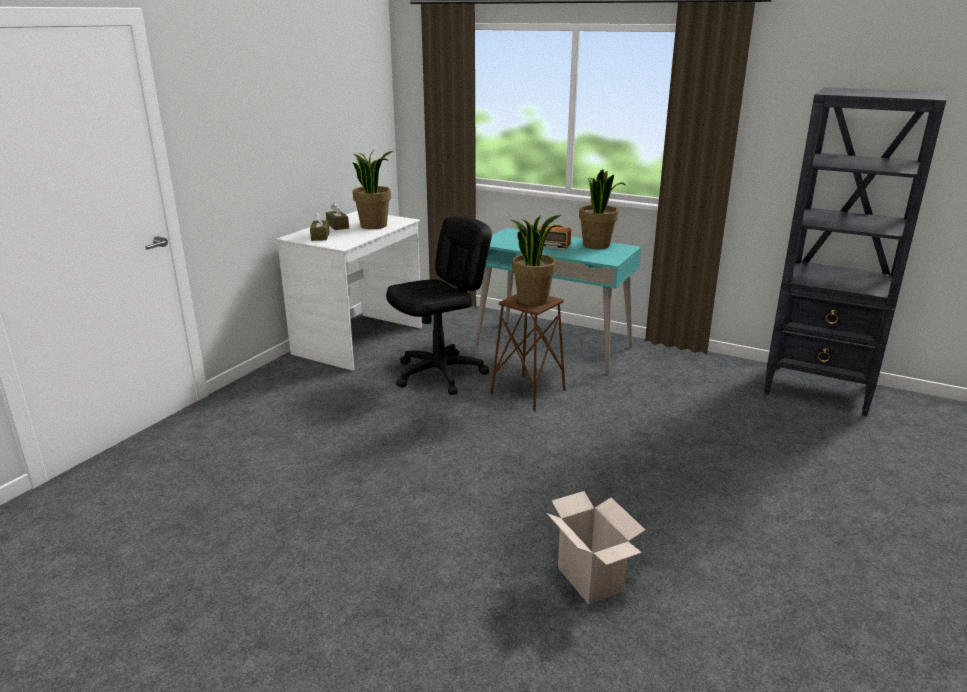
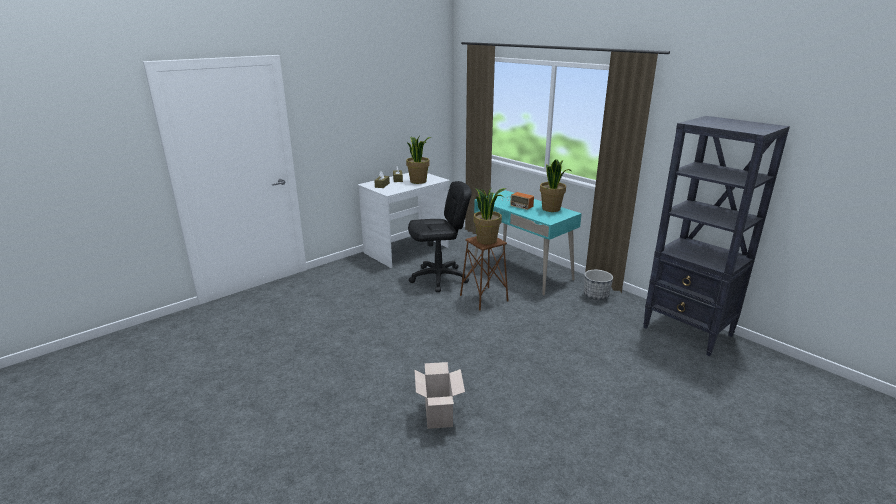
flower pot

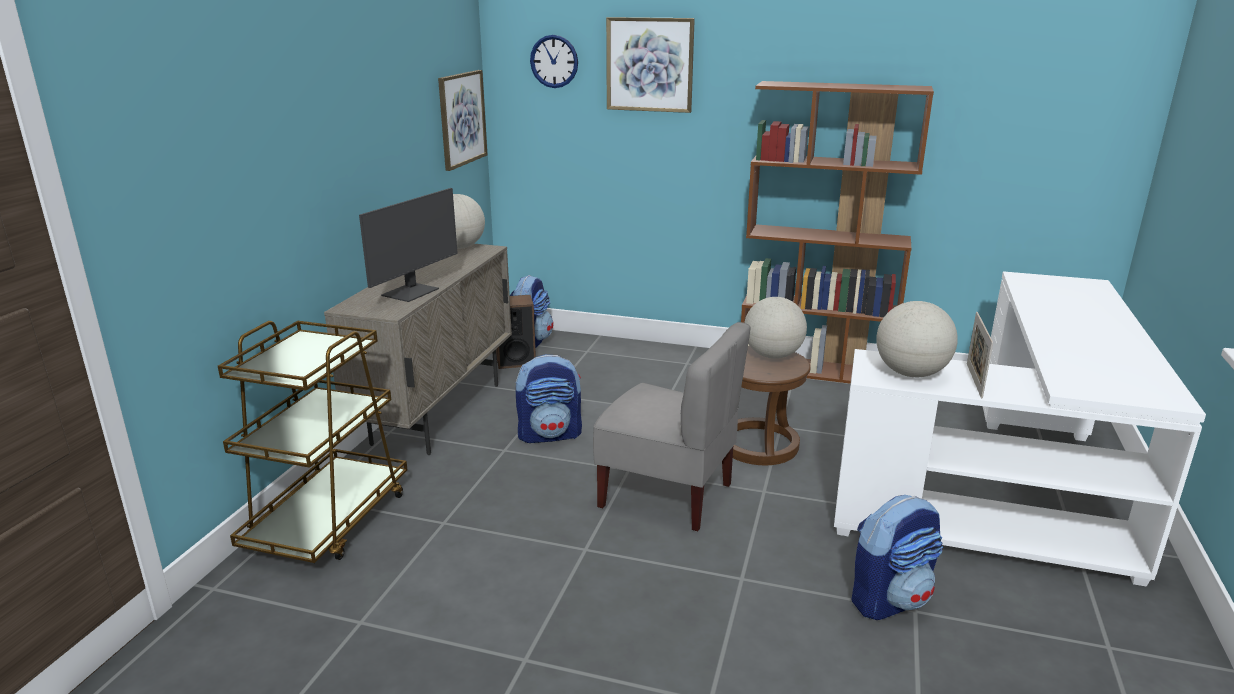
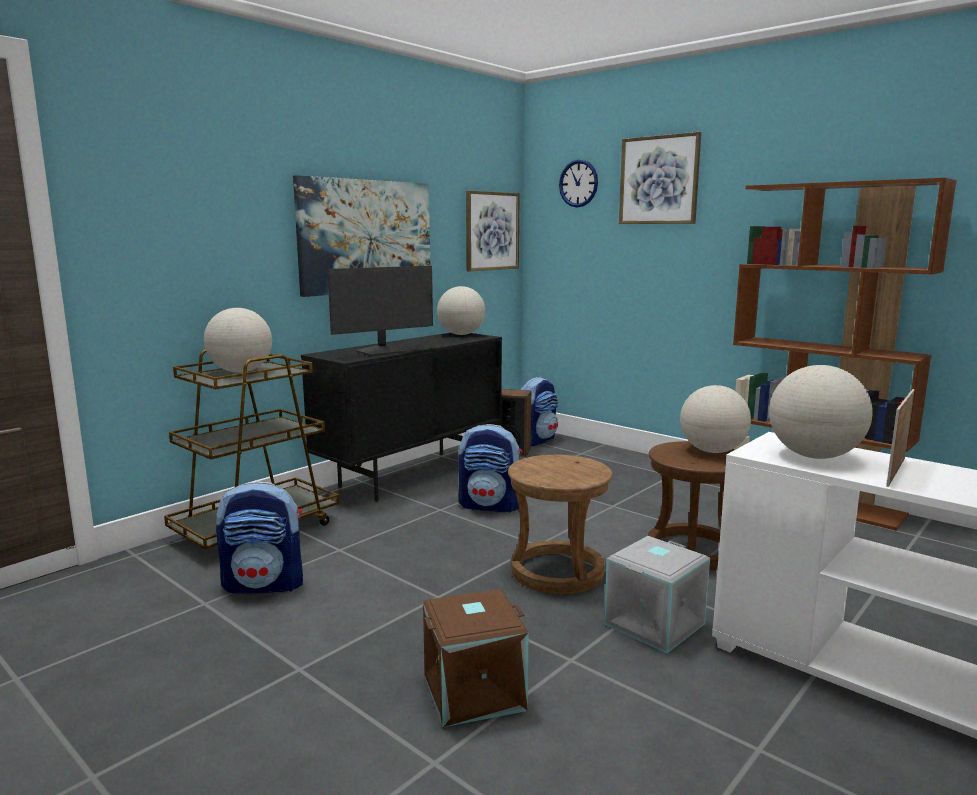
black-coloured cabinet
brownish sitting stool (no. 1 from left)
backpack (no. 1 from left)
globe (no. 1 from left)
wall art (no. 1 from left)
brownish storage container
gray storage container

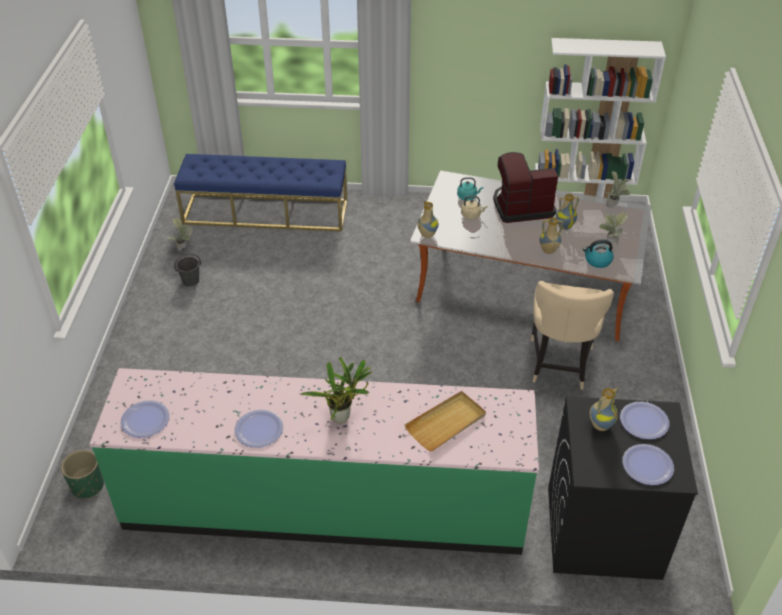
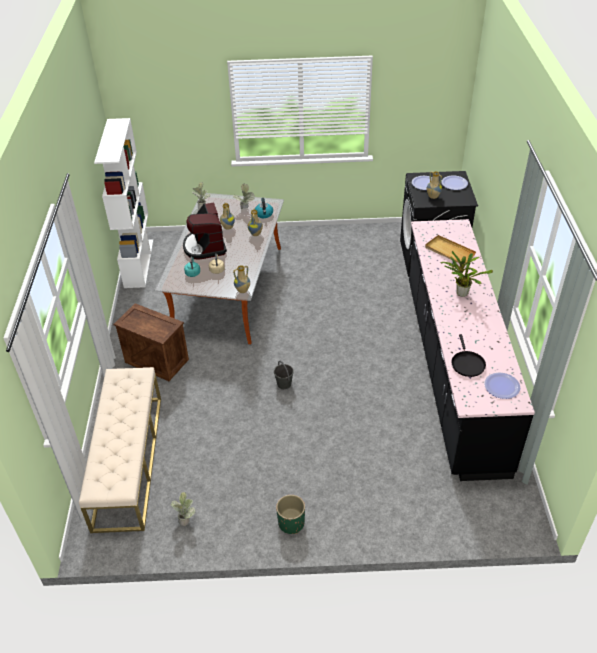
green-coloured flower pot
black-coloured counter
sand-coloured indoor bench
gray water bucket
plate (no. 2 from left in the first image)
sand-coloured chair
crate
black-coloured frying pan

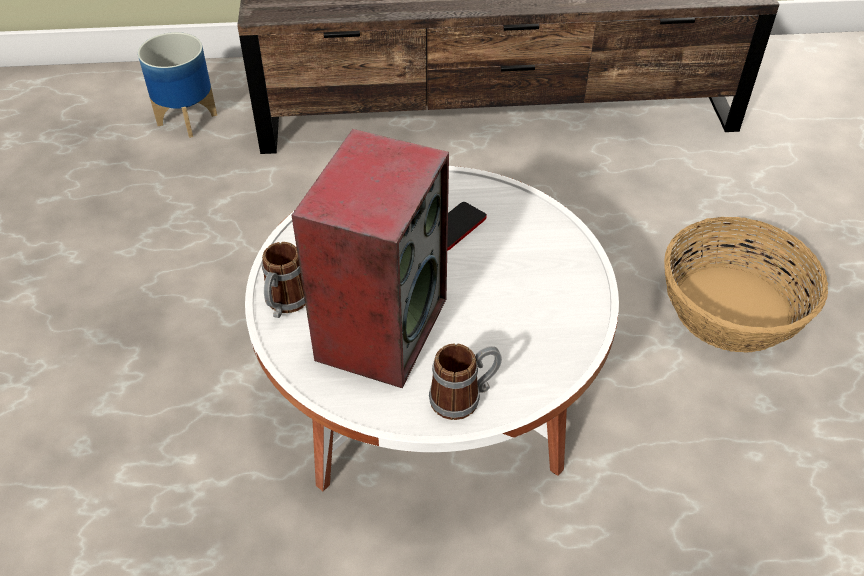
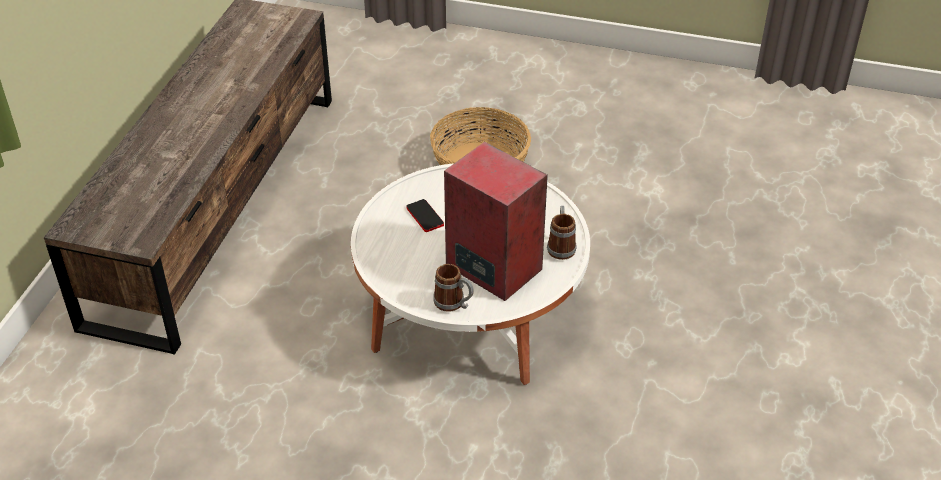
flower pot

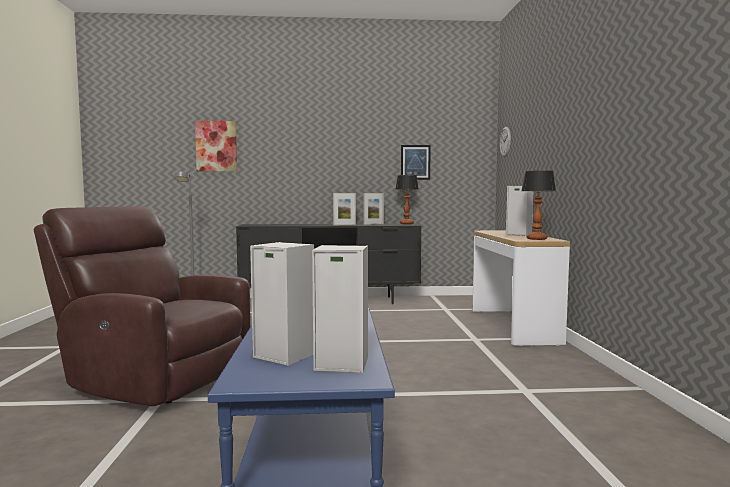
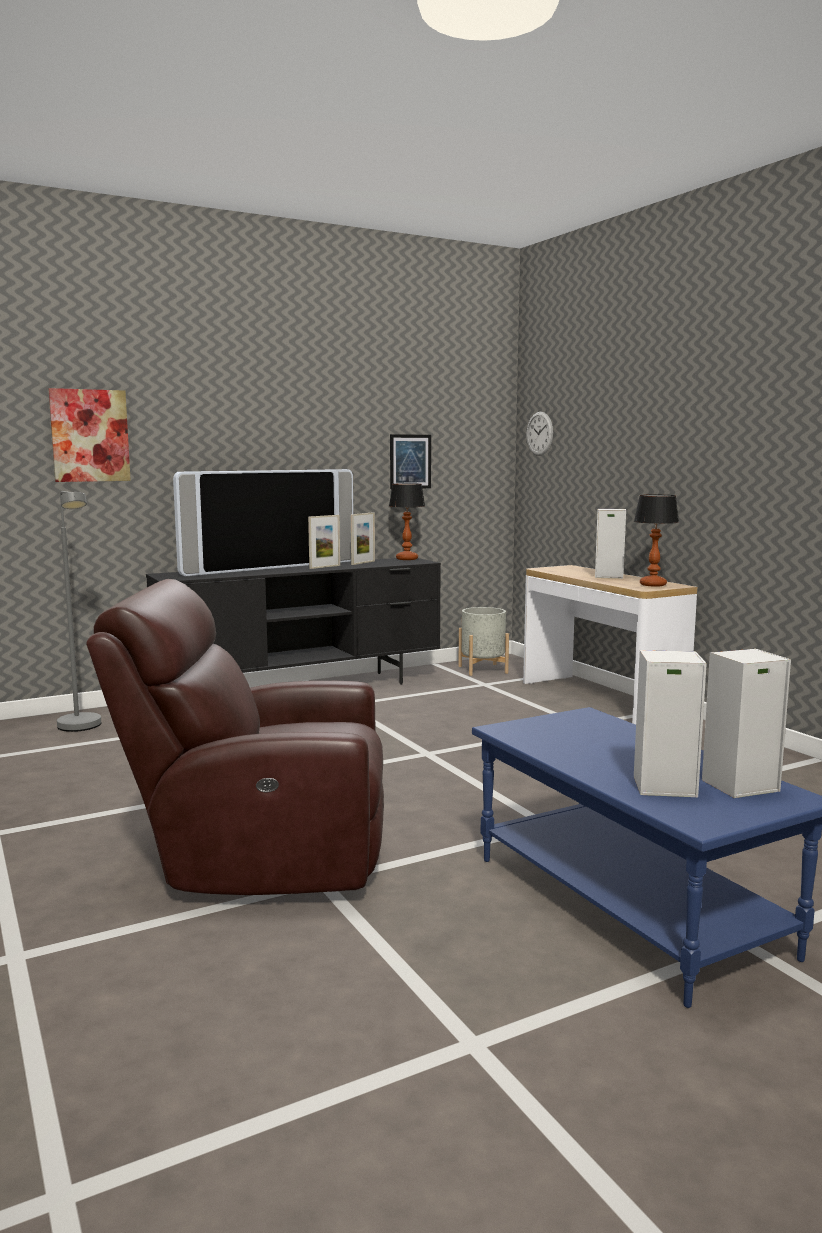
TV
gray flower pot

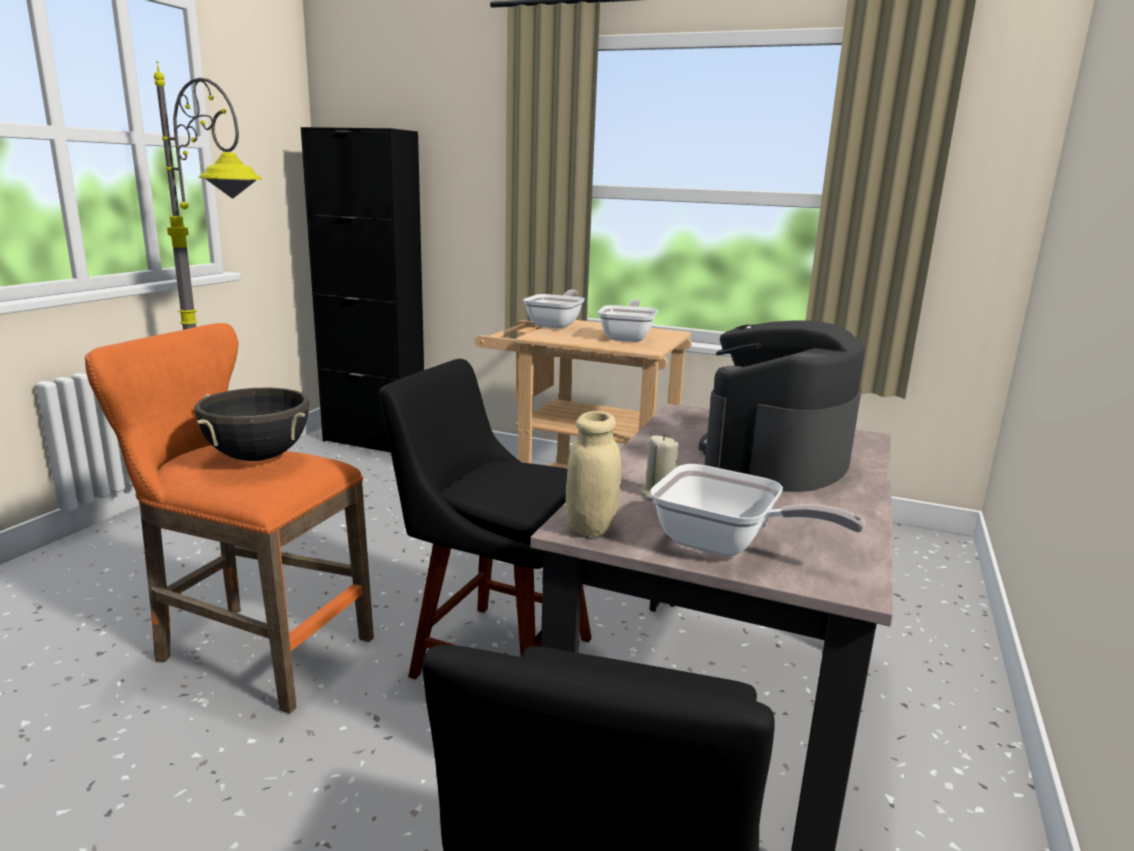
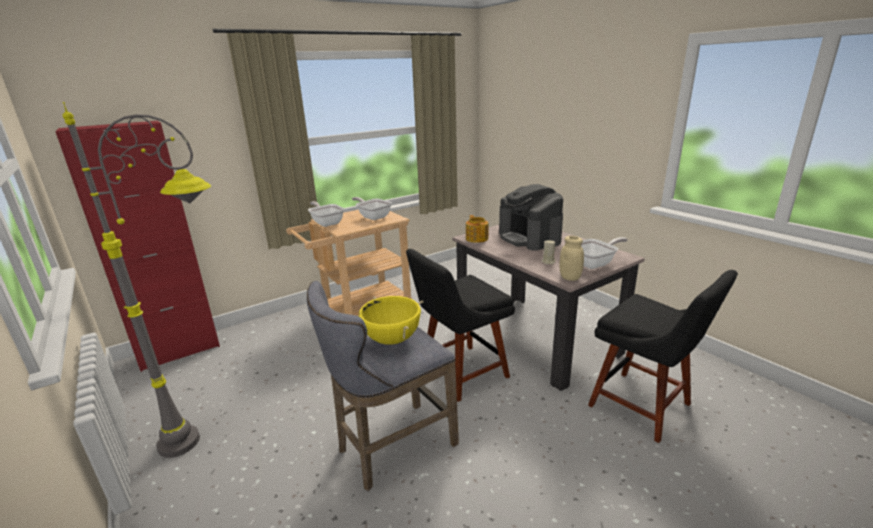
gray sitting stool
yellow stockpot
red-coloured cabinet
pot for tea

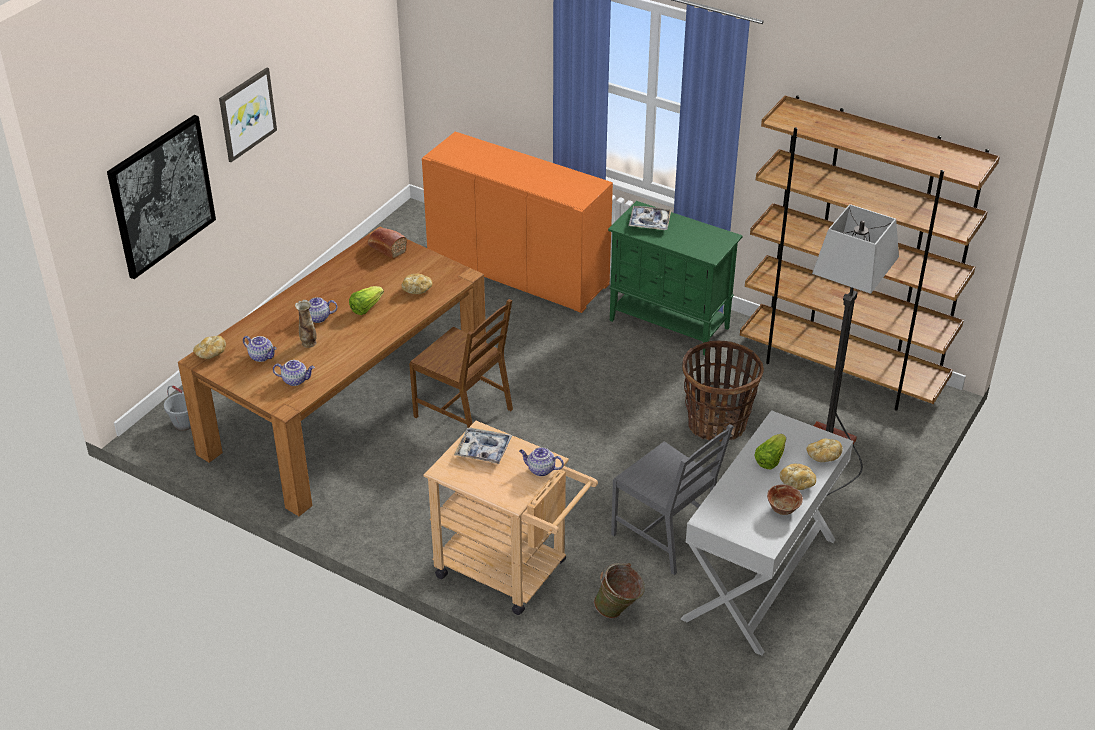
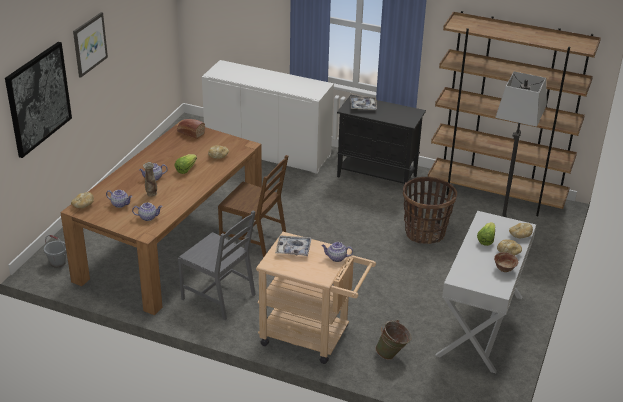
white cabinet
black-coloured cabinet
gray chair

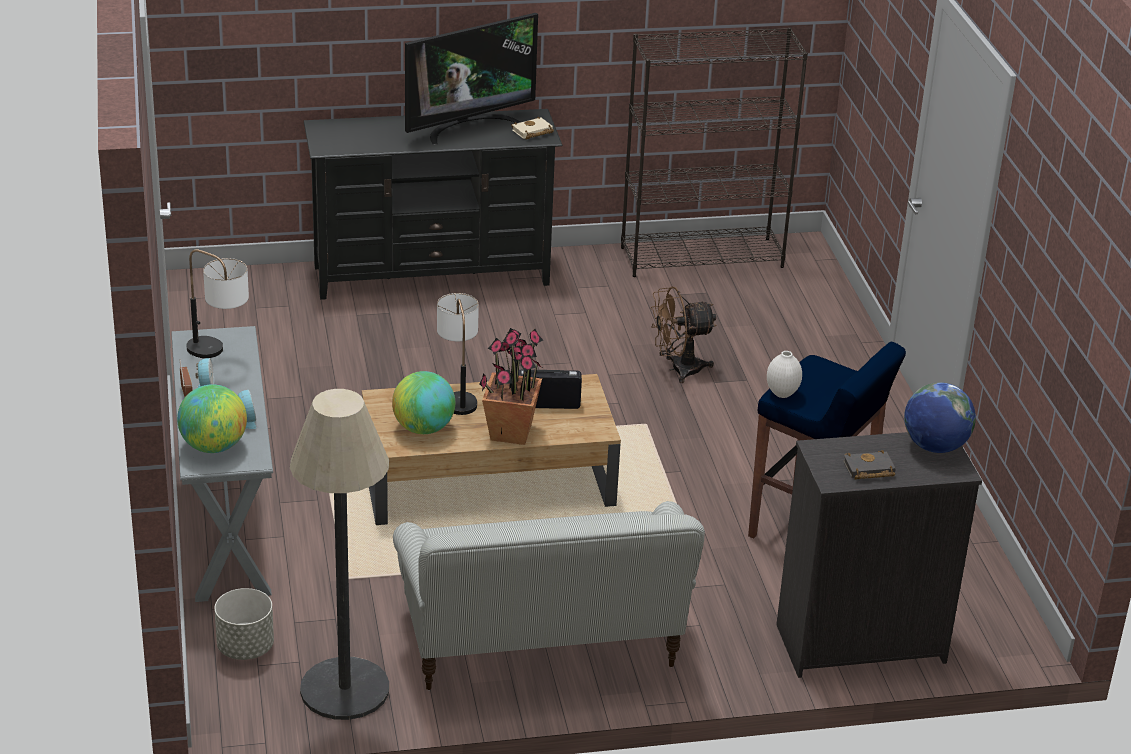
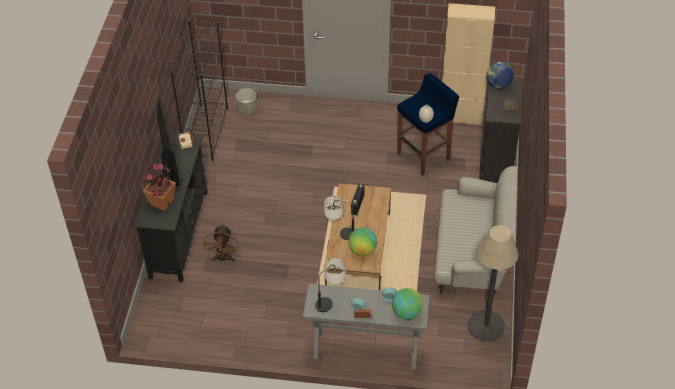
gray flower pot
houseplant
brownish cooling fan
sand-coloured cabinet

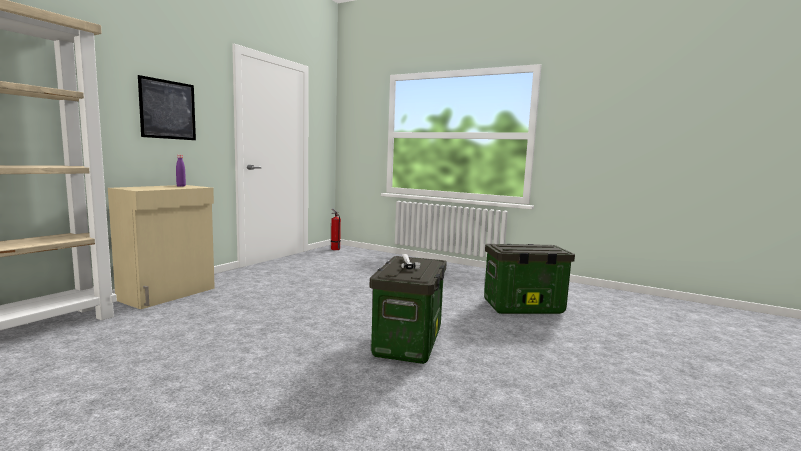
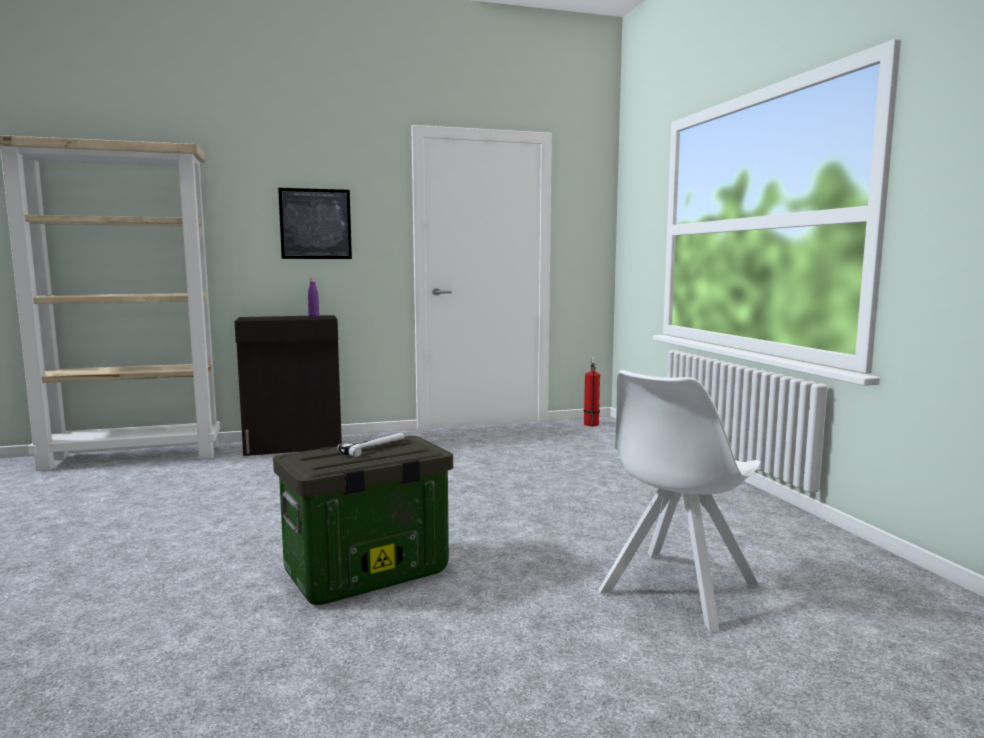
black-coloured cabinet
white chair

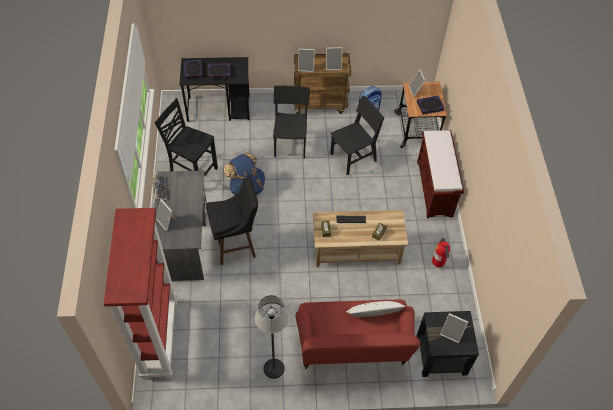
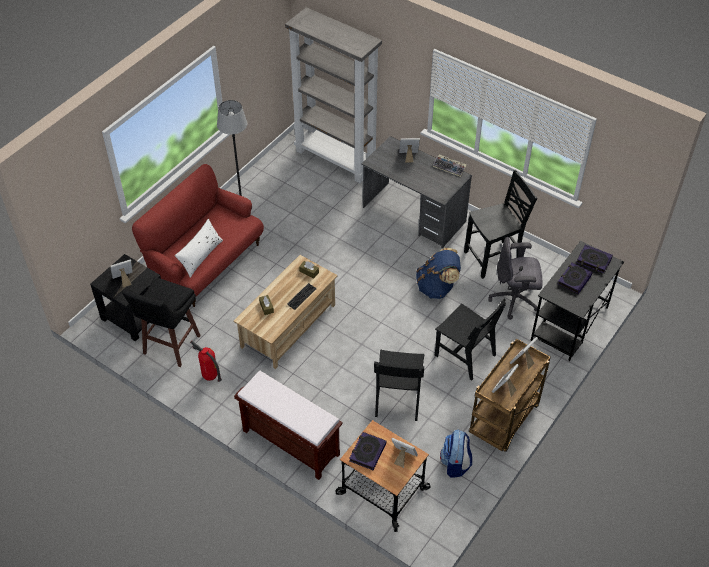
gray bookshelf
black-coloured sitting stool
gray computer chair

